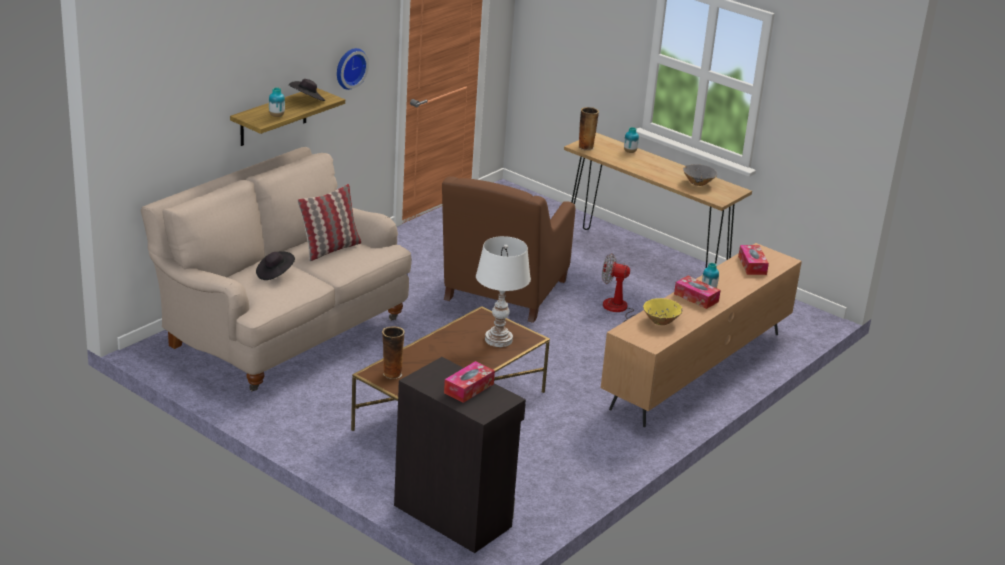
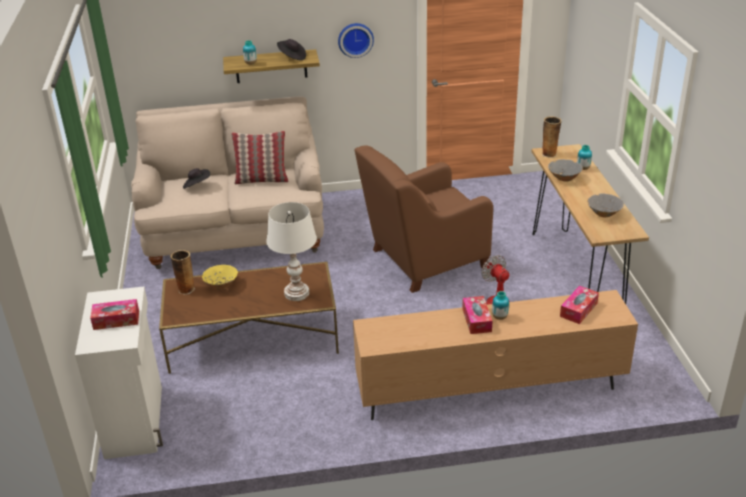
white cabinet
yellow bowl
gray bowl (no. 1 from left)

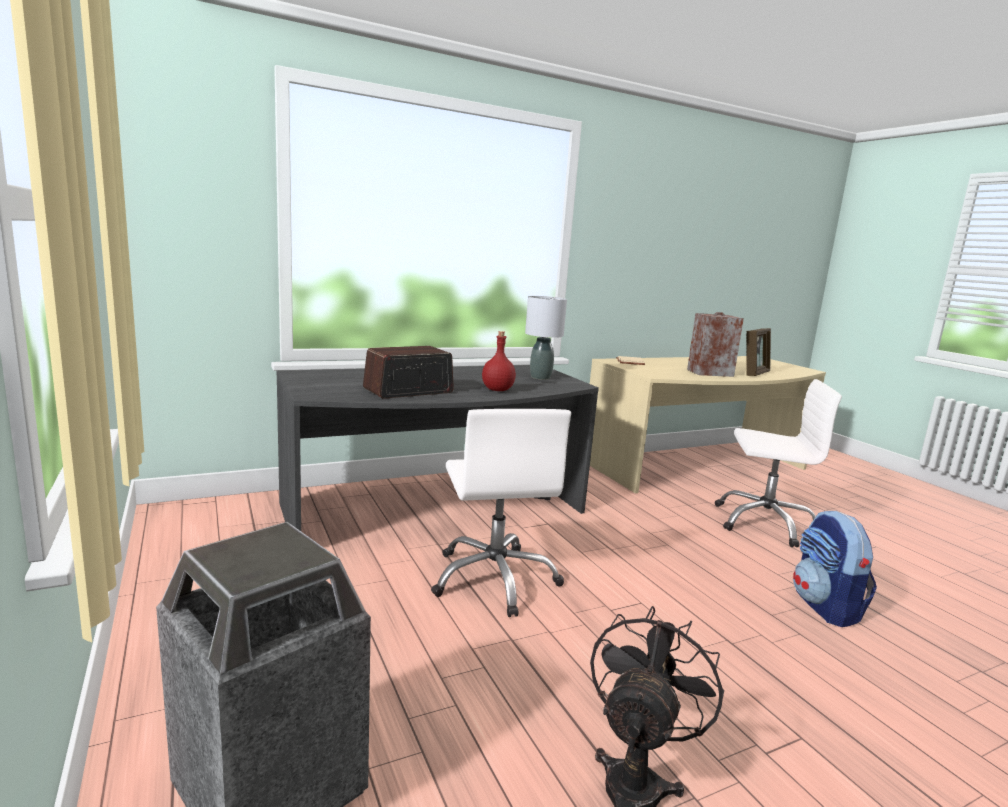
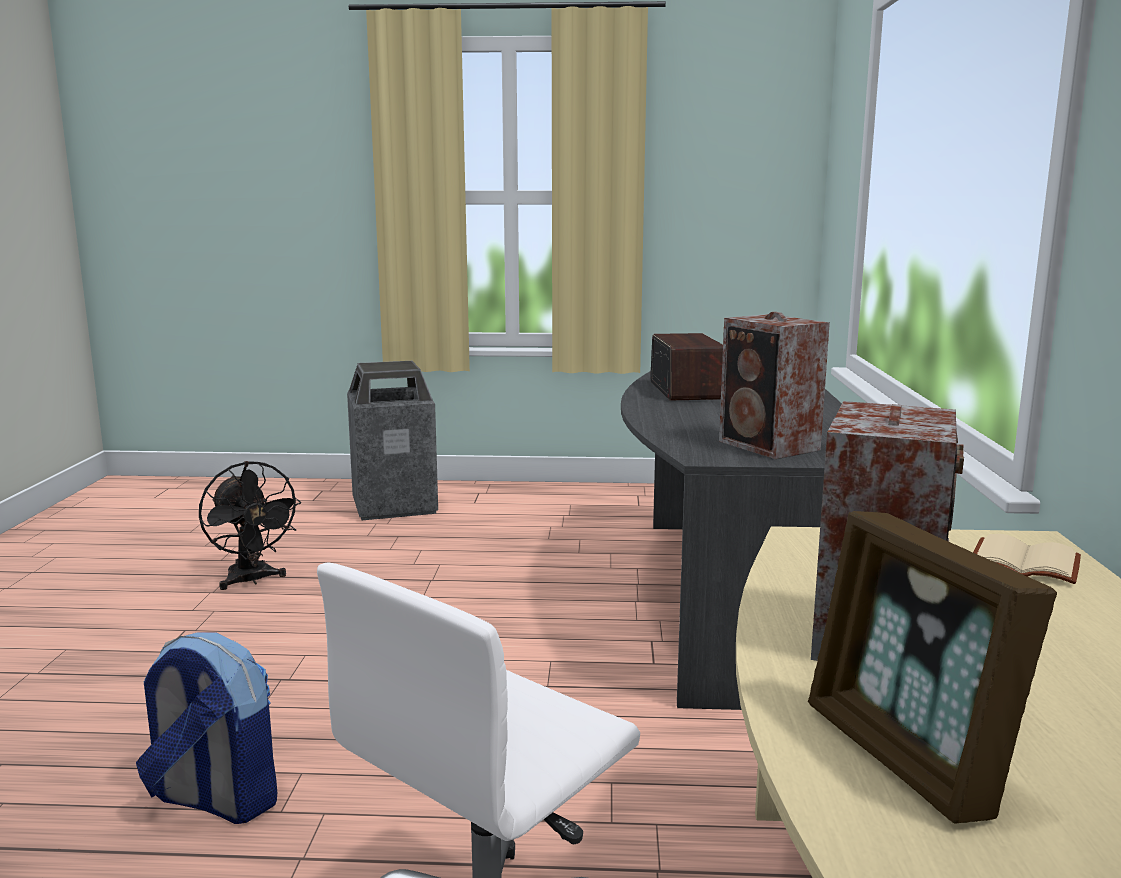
white computer chair (no. 1 from left in the first image)
red-coloured bottle
speaker (no. 1 from left)

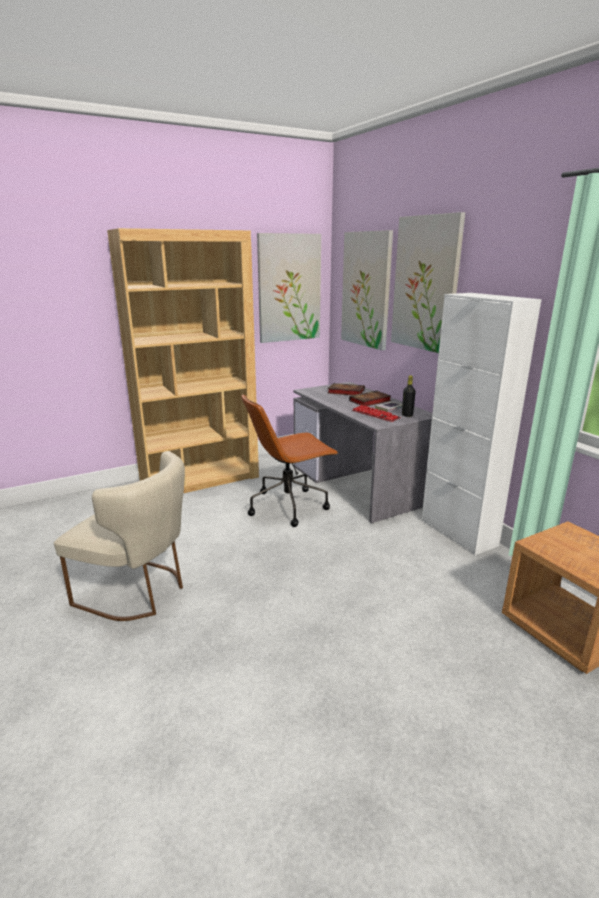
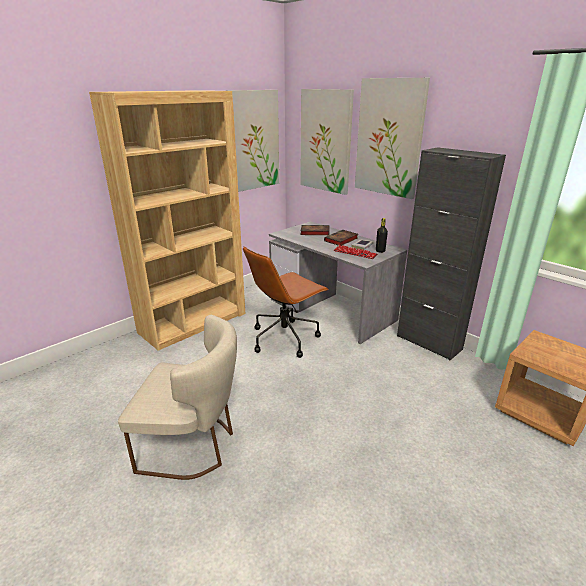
black-coloured cabinet

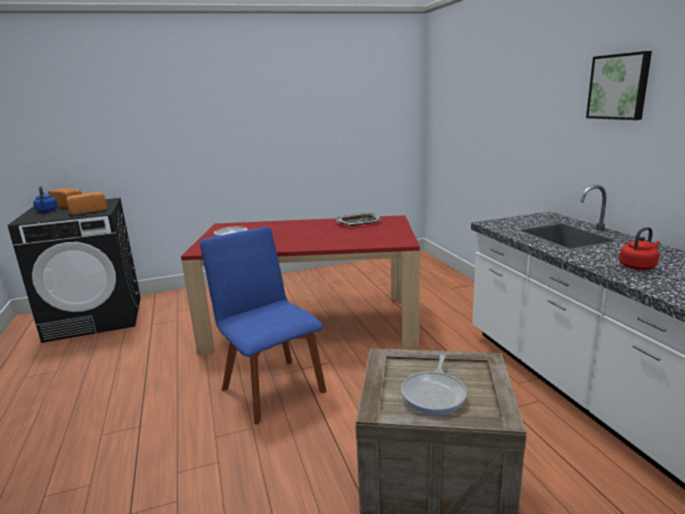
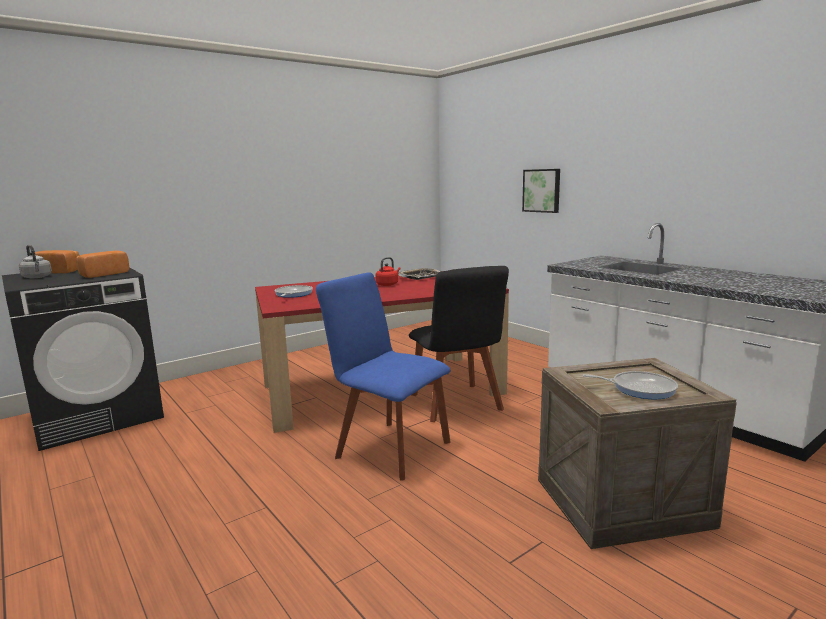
gray tea kettle
frying pan (no. 2 from left)
wall art
red-coloured tea kettle
black-coloured chair

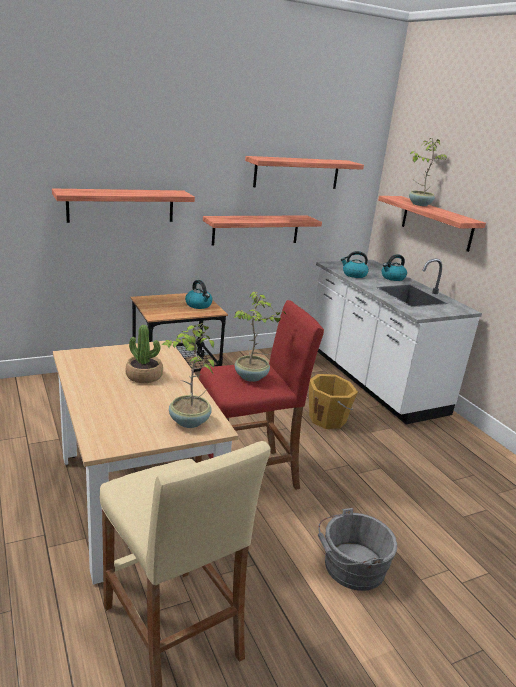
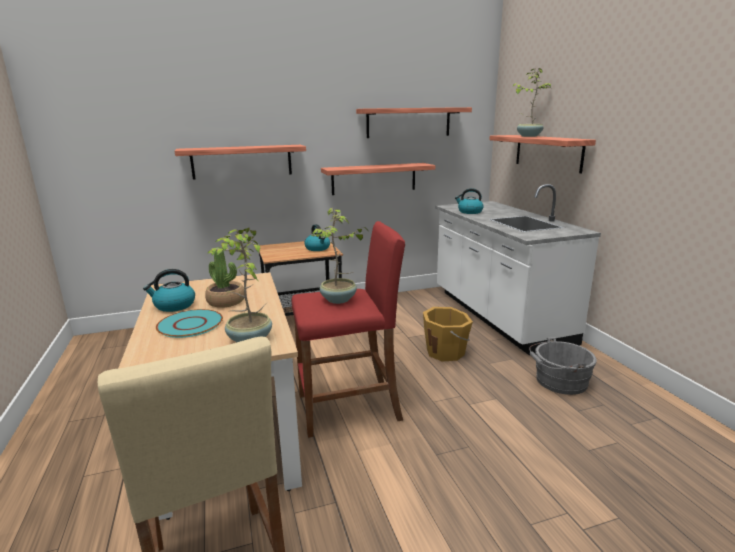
gray water bucket
tea kettle (no. 1 from left)
turquoise-coloured plate

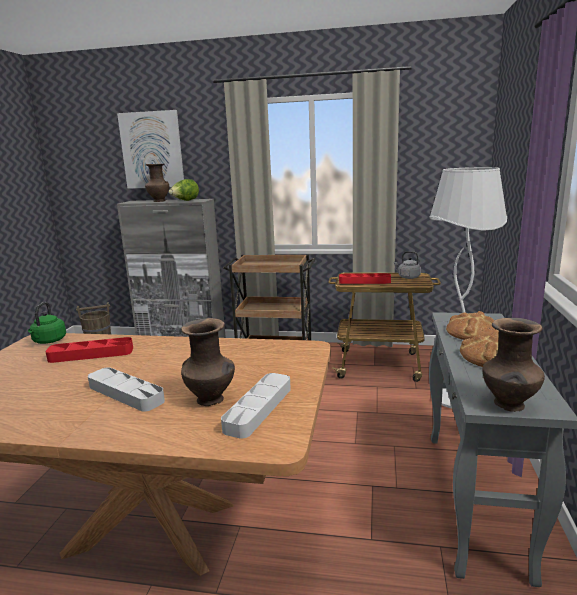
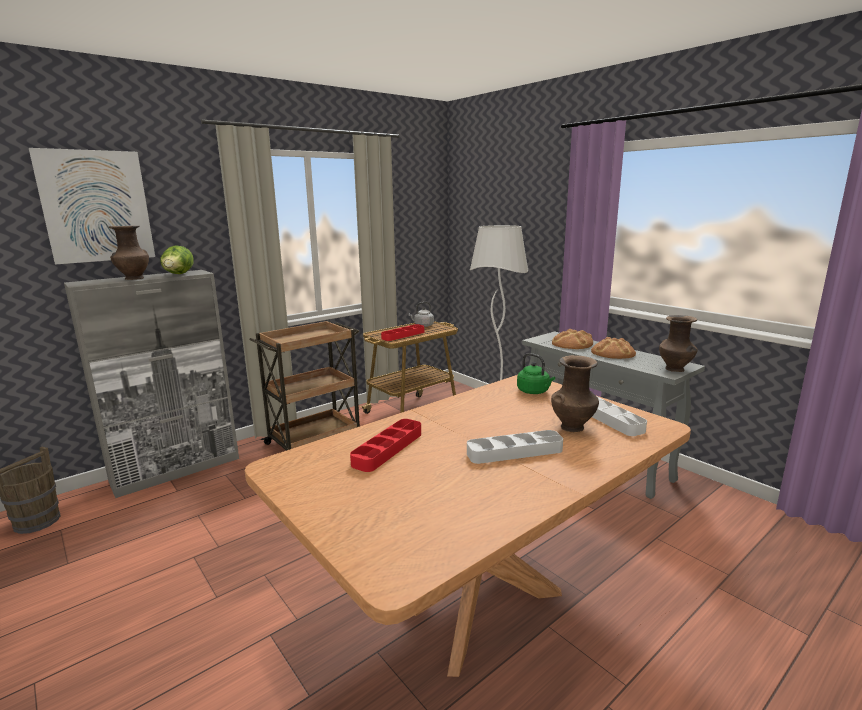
green-coloured tea kettle

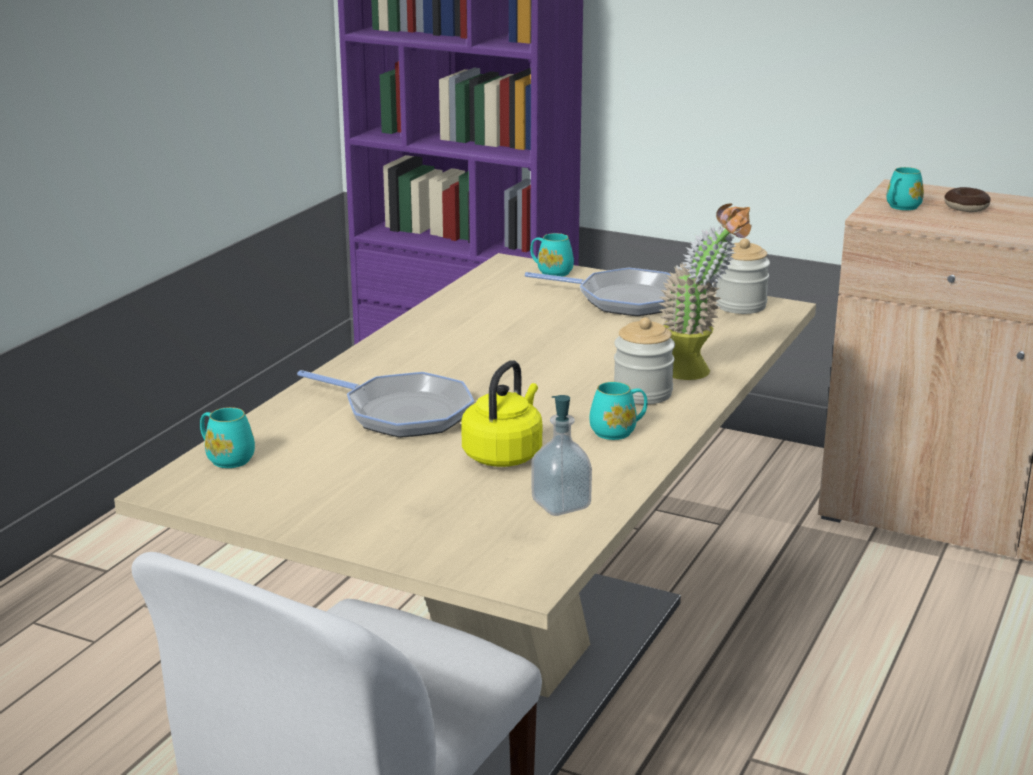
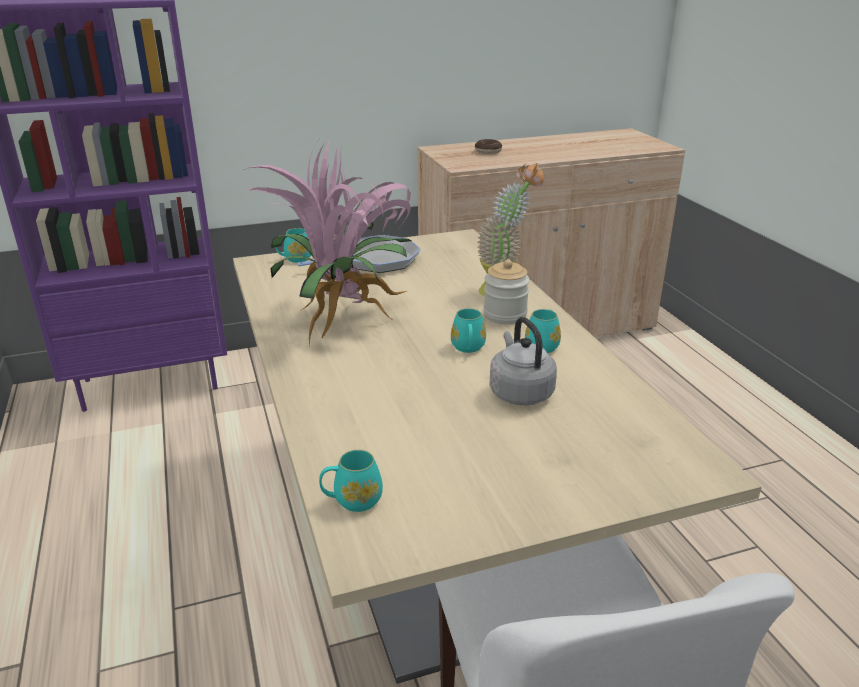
frying pan (no. 1 from left in the first image)
gray tea kettle
liquid soap bottle
storage jar (no. 2 from left in the first image)
turquoise-coloured mug (no. 3 from left)
houseplant (no. 1 from left)

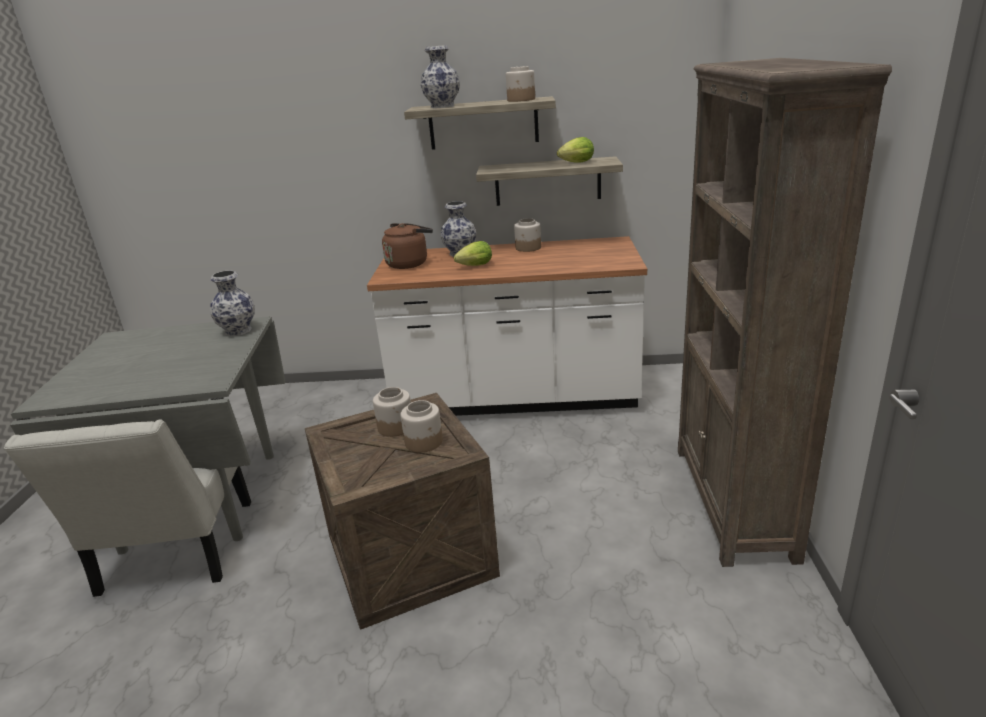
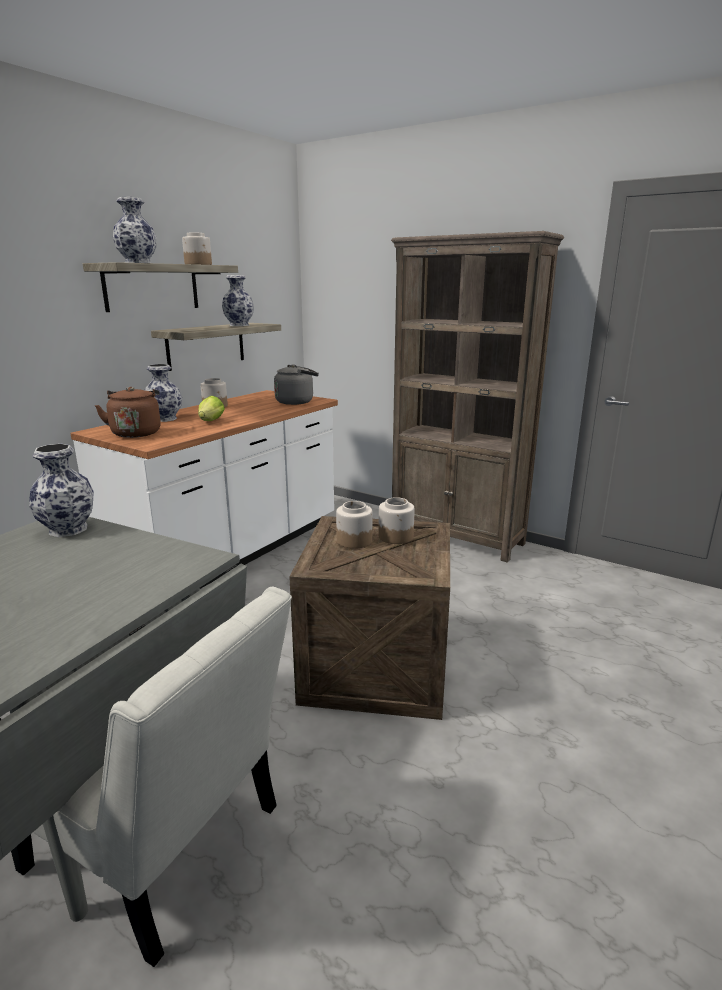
decorative vase (no. 4 from left)
gray tea kettle

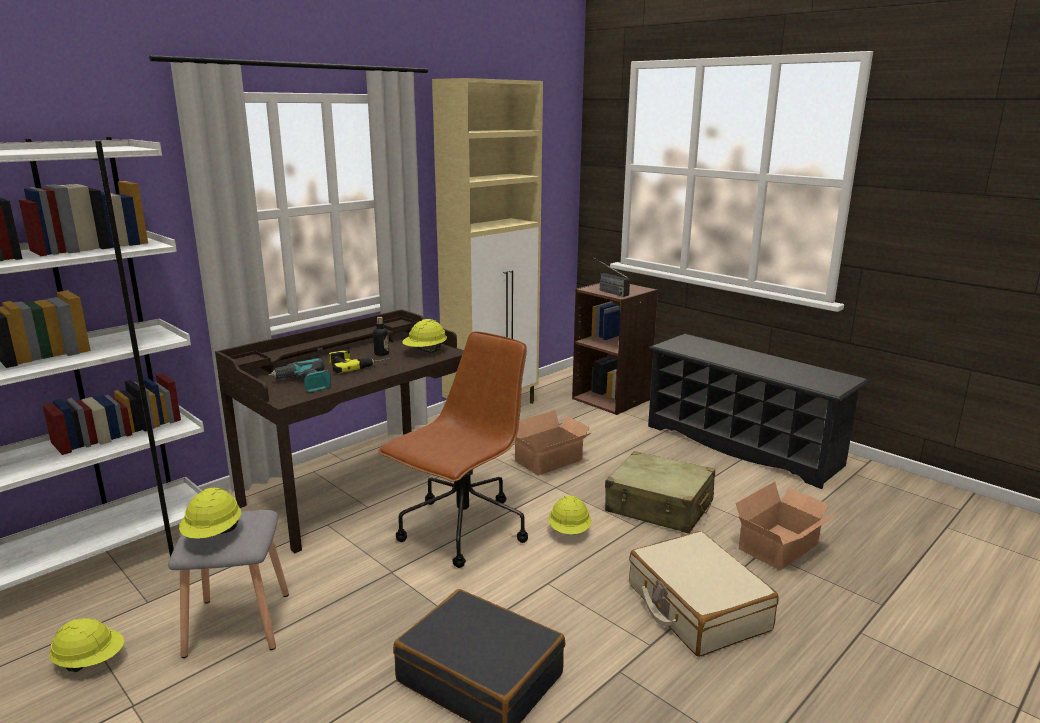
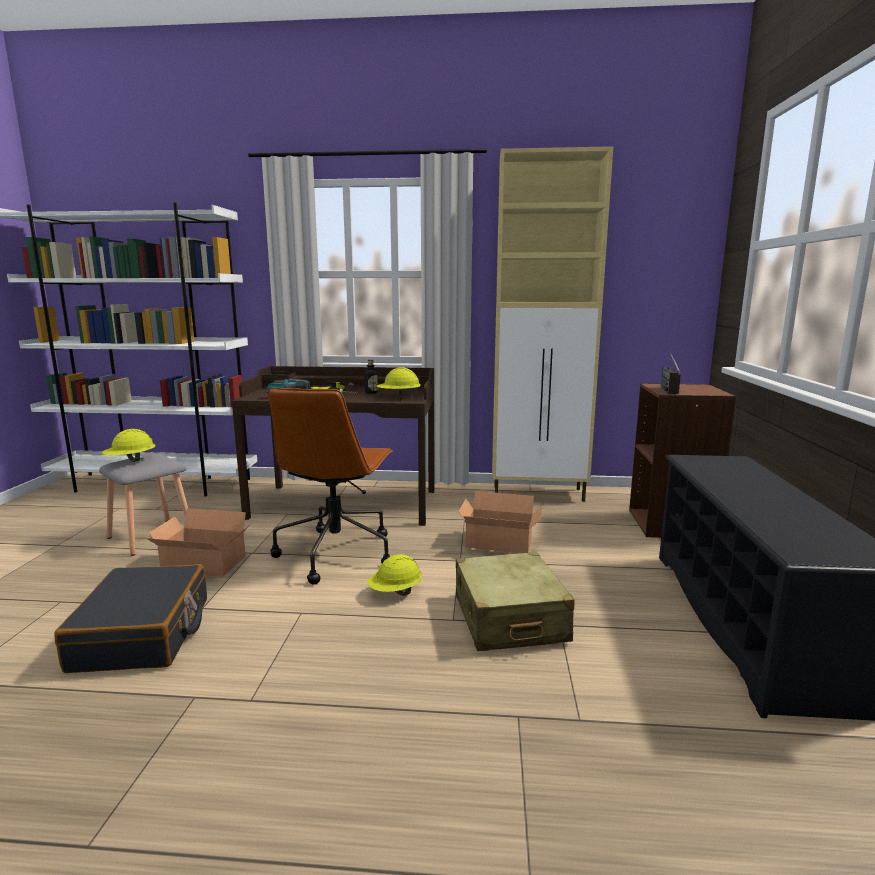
yellow safety helmet (no. 1 from left in the first image)
brownish computer chair
sand-coloured suitcase (no. 2 from left in the first image)
packing box (no. 1 from left)

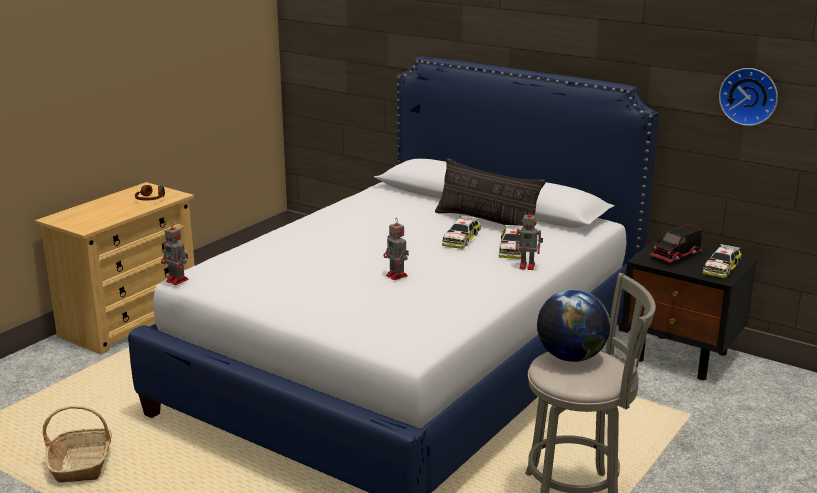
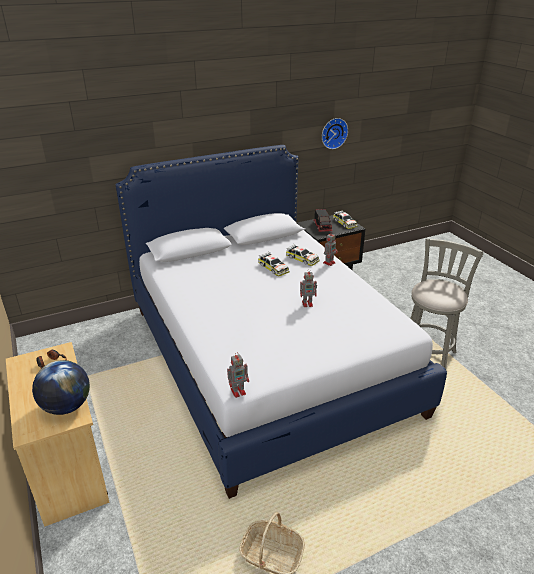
throw pillow
globe

